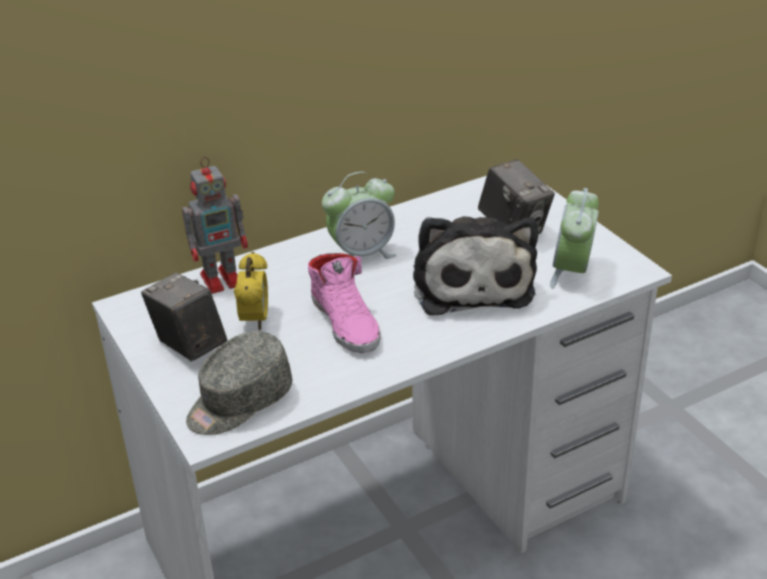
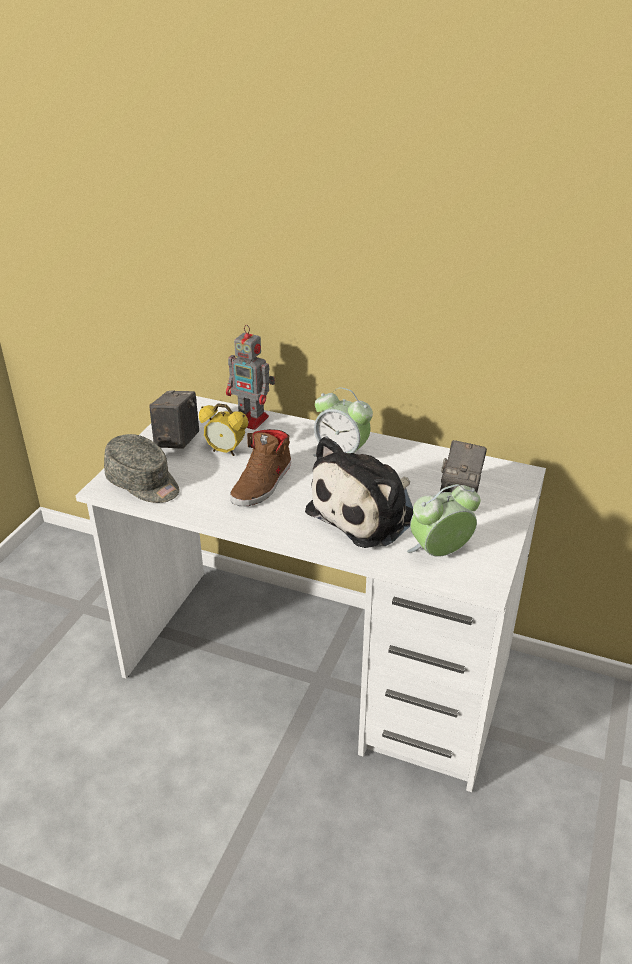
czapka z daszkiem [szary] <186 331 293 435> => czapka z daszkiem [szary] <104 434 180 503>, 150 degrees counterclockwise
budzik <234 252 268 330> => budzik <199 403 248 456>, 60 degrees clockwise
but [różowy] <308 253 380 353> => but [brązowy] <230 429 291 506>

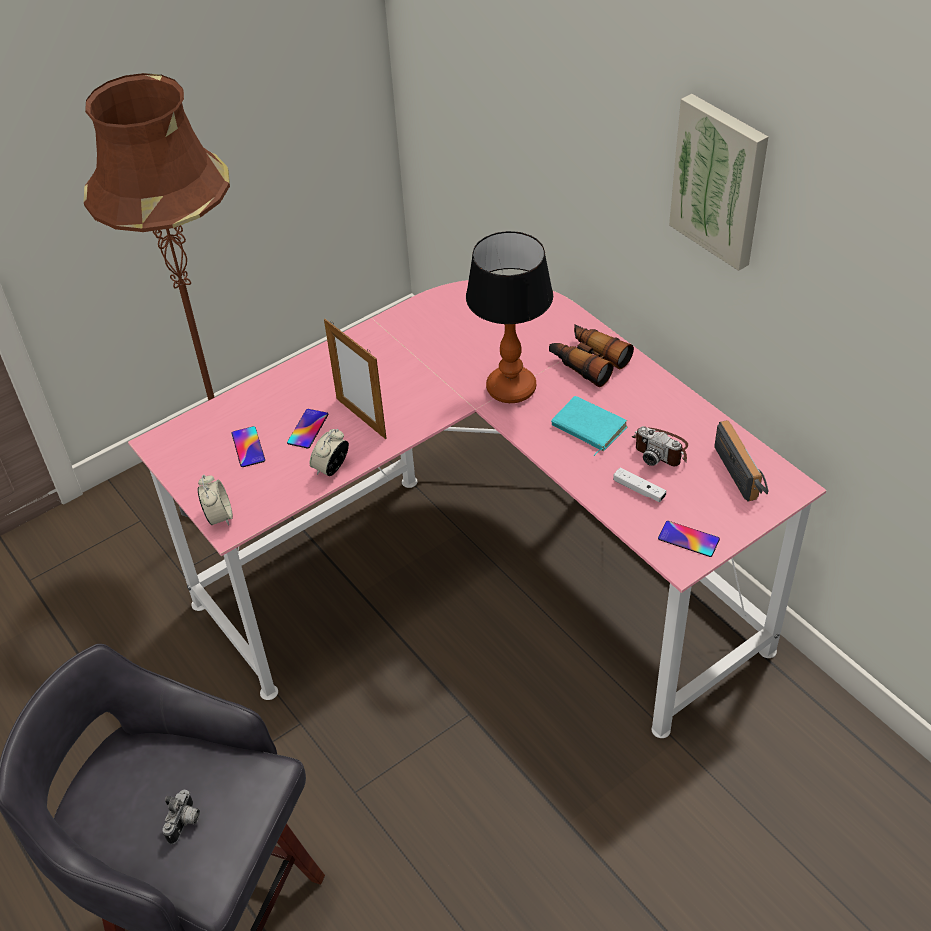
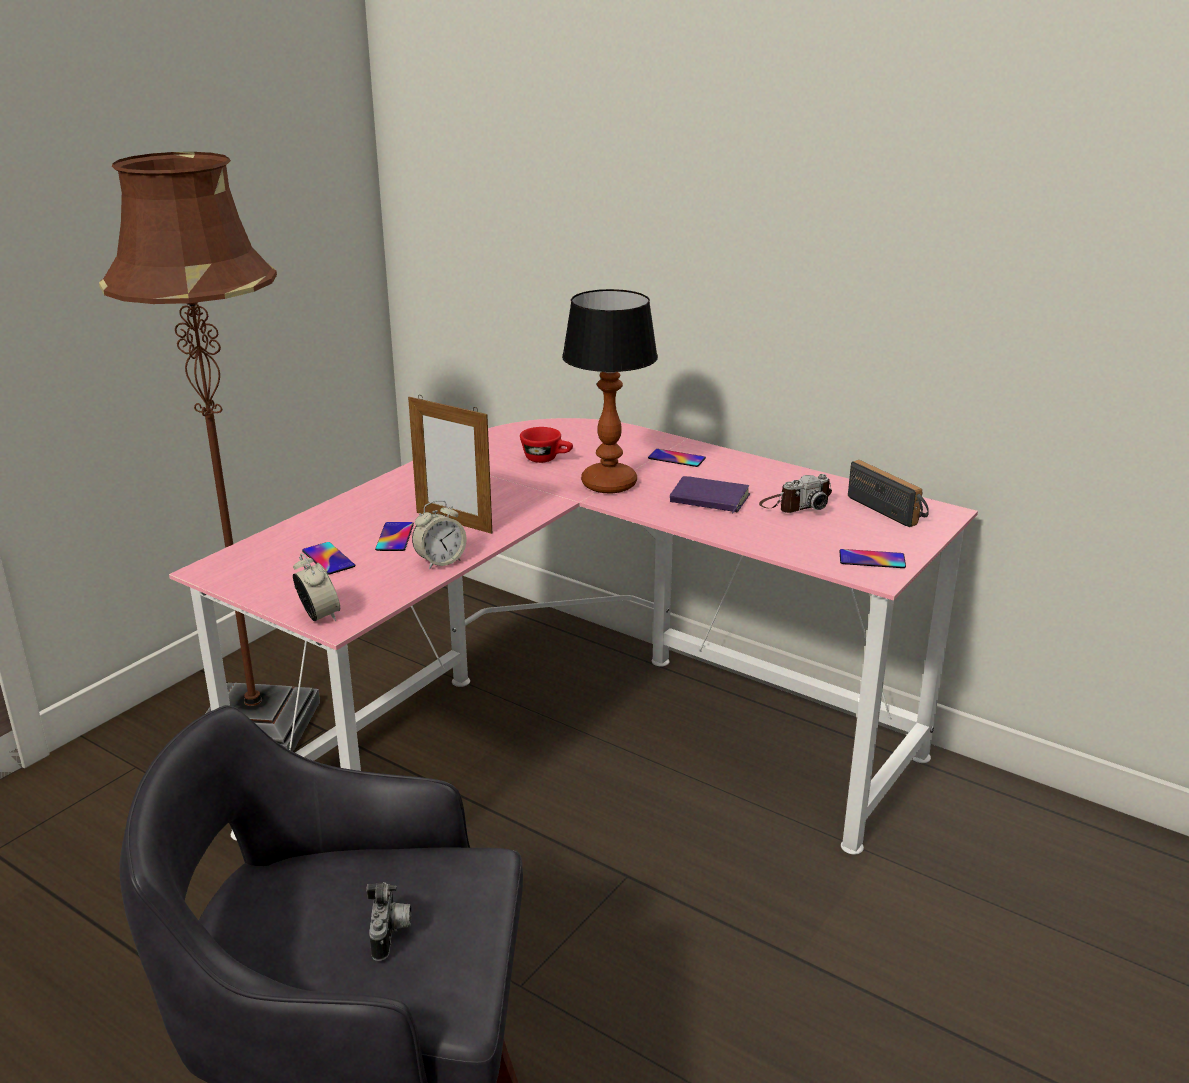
budzik <309 429 349 476> => budzik <412 500 467 570>, 135 degrees counterclockwise
nothing => filiżanka [czerwony] <520 427 573 463>
lornetka <549 324 634 387> => telefon <648 449 706 467>
książka [turkusowy] <551 396 628 456> => książka [fioletowy] <670 476 750 513>
aparat fotograficzny <631 426 688 466> => aparat fotograficzny <759 474 832 513>, 45 degrees counterclockwise
pad do gier [biały] <613 467 666 502> => nothing
obraz <669 94 768 271> => nothing

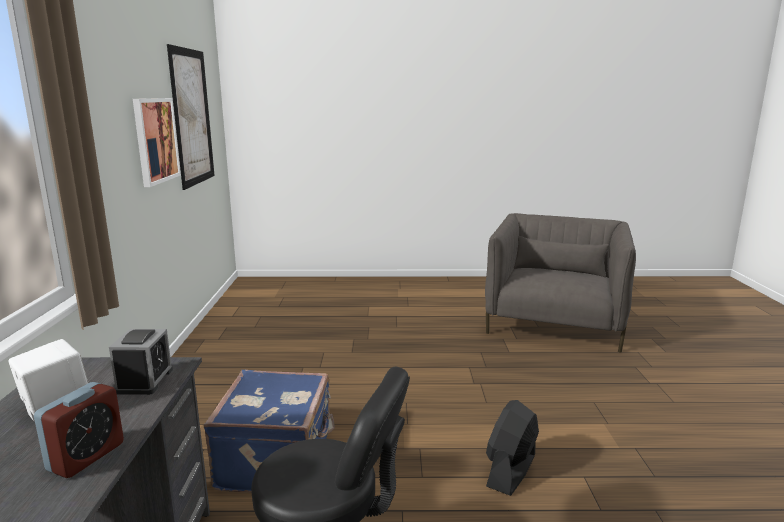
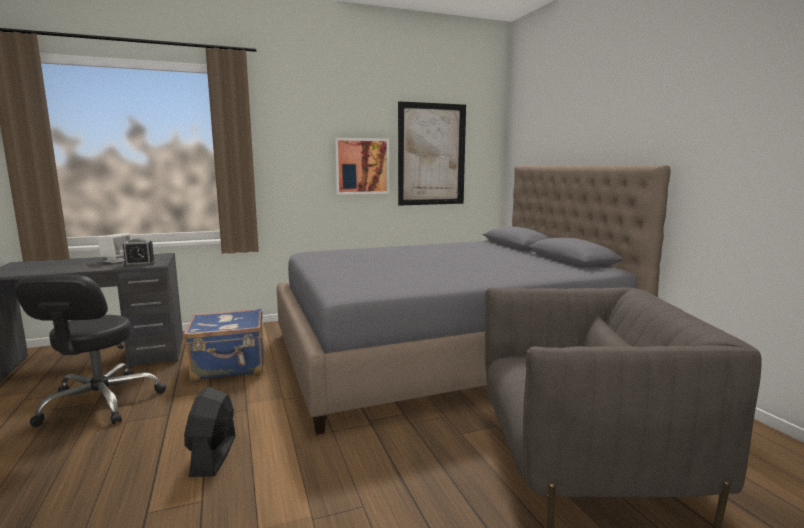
wentylator [czarny] <486 400 539 496> => wentylator [czarny] <184 387 235 477>, 105 degrees counterclockwise
nothing => łóżko [szary] <277 165 671 434>
budzik <34 382 124 478> => nothing

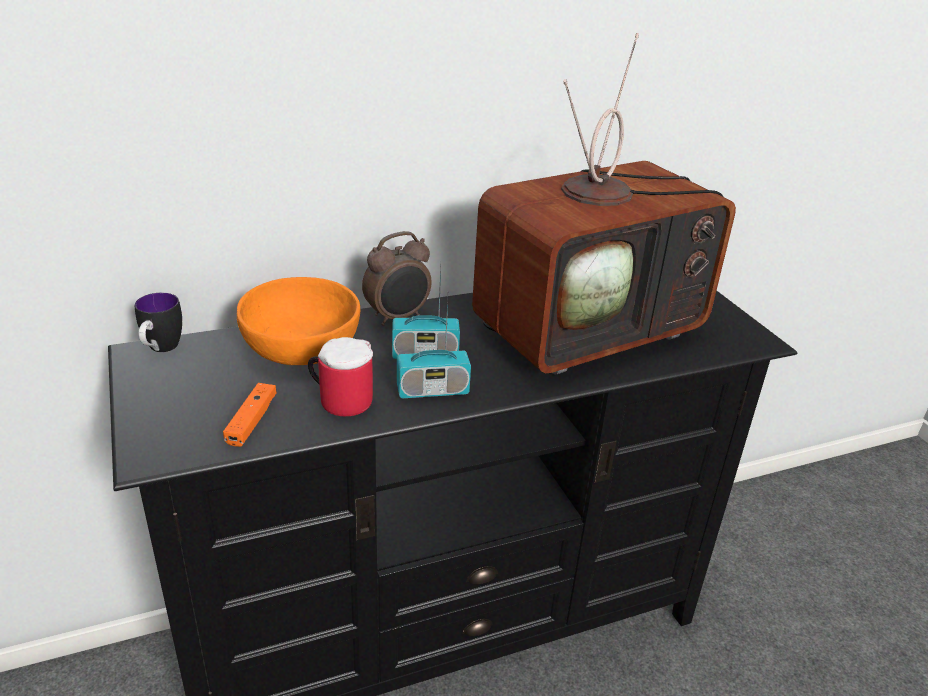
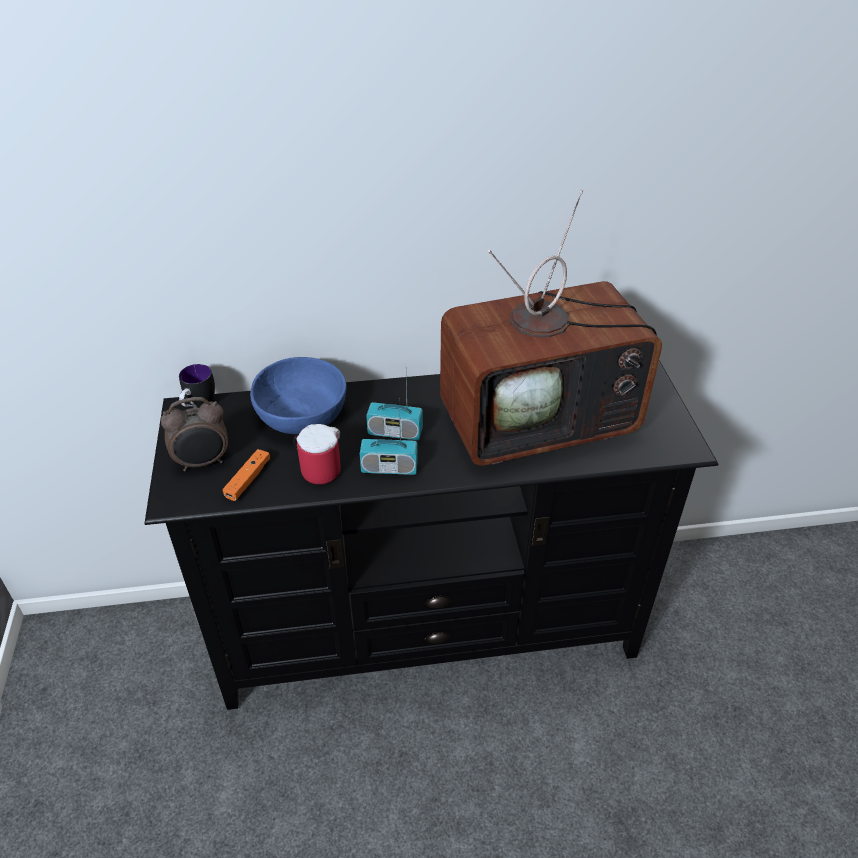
budzik <362 231 432 326> => budzik <161 397 228 471>, relocated
miska [pomarańczowy] <237 277 361 365> => miska [niebieski] <250 357 347 434>

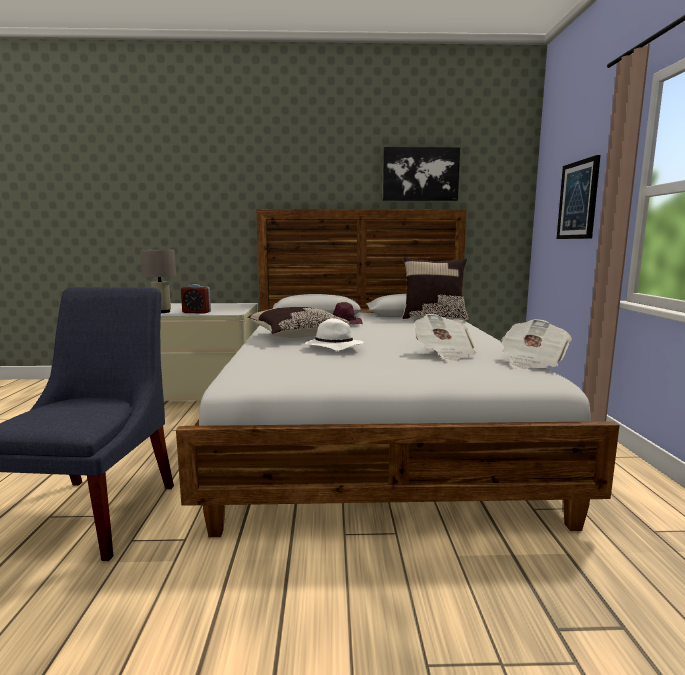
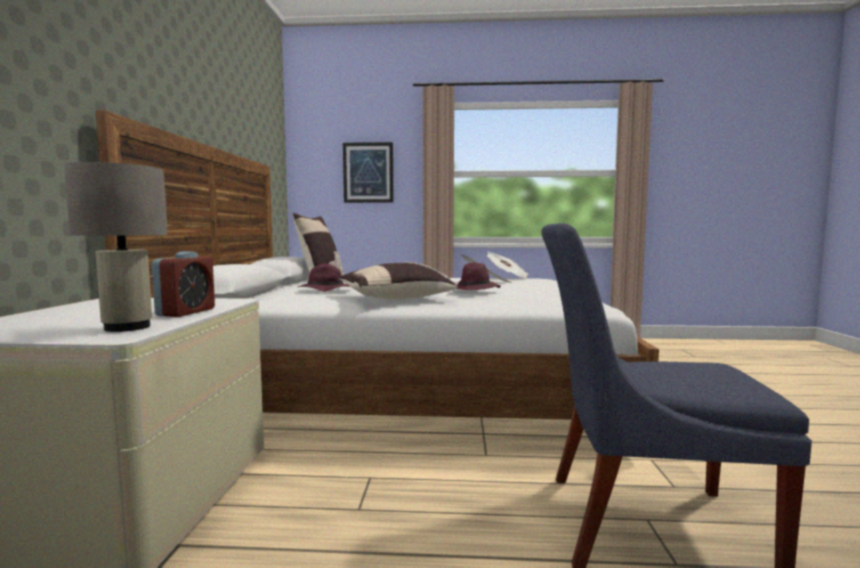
kapelusz [biały] <305 318 363 351> => kapelusz [fioletowy] <456 262 501 290>
obraz <383 147 460 201> => nothing

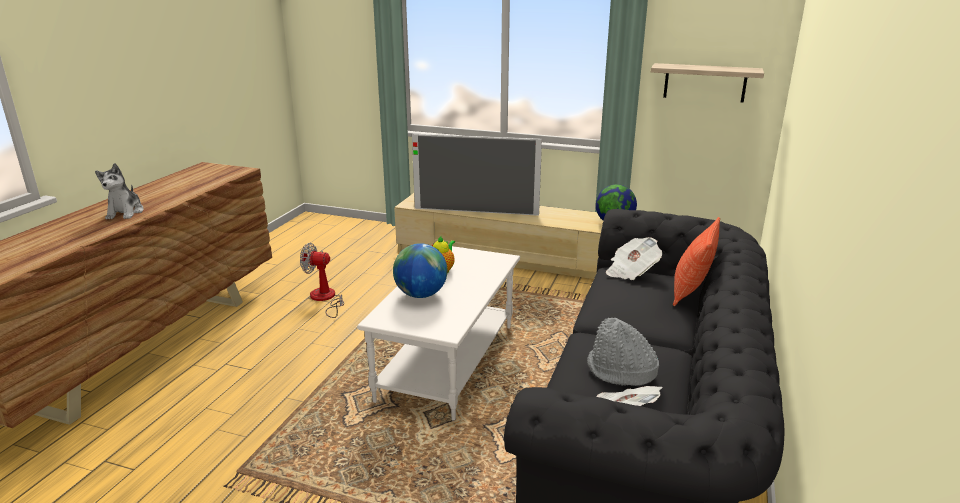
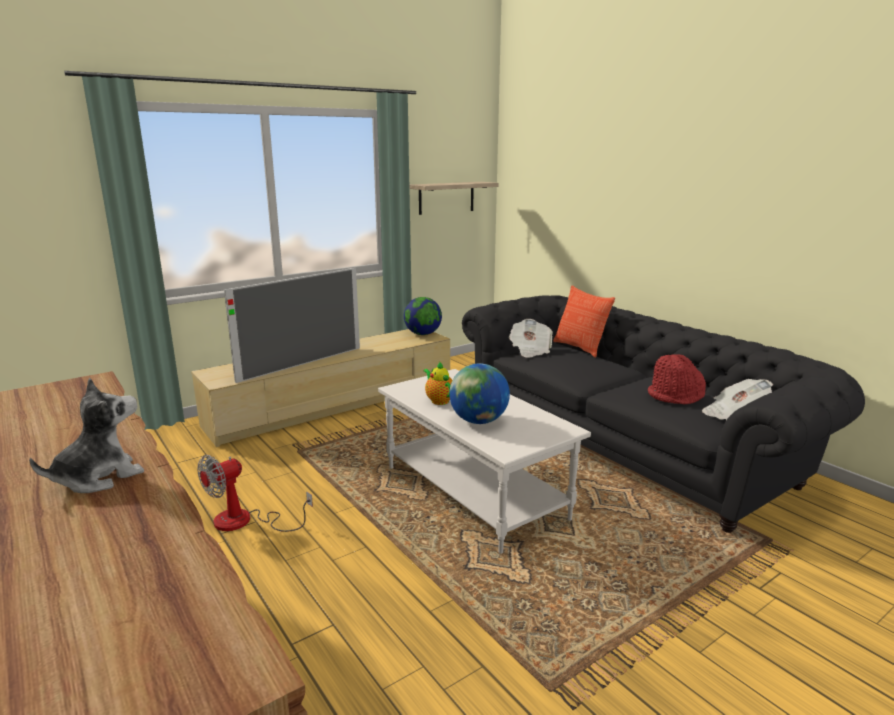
pluszak <95 163 144 219> => pluszak <29 378 144 493>, 75 degrees counterclockwise
kapelusz [szary] <587 317 659 386> => kapelusz [czerwony] <648 354 706 404>

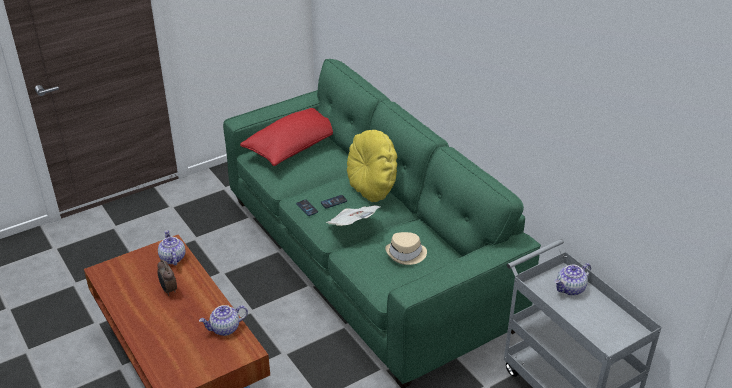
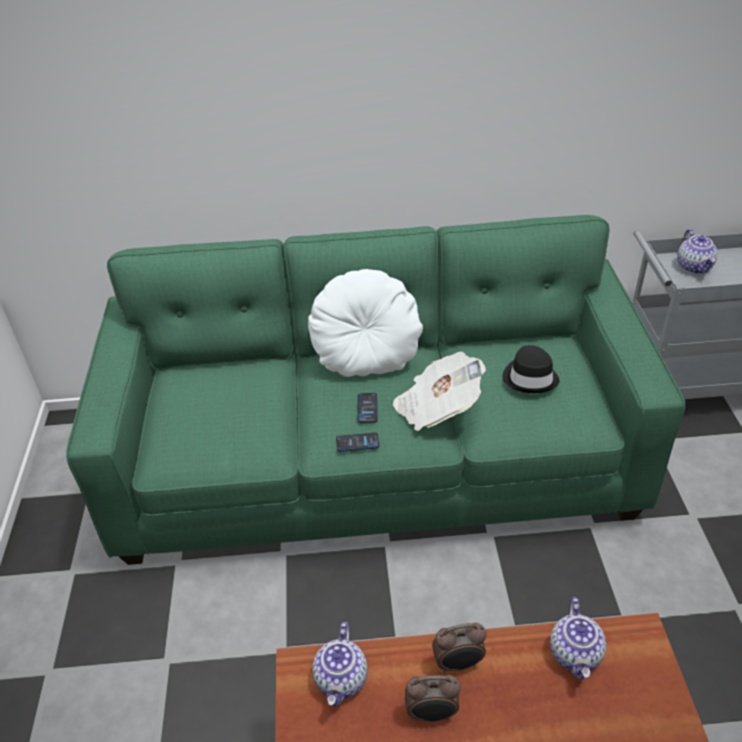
poduszka [żółty] <347 130 397 202> => poduszka [biały] <308 269 423 377>
imbryk <158 230 185 265> => imbryk <312 622 367 706>, 90 degrees counterclockwise
nothing => budzik <432 623 487 673>
kapelusz [beżowy] <385 232 427 265> => kapelusz [czarny] <502 345 559 393>
poduszka [czerwony] <240 108 333 166> => nothing

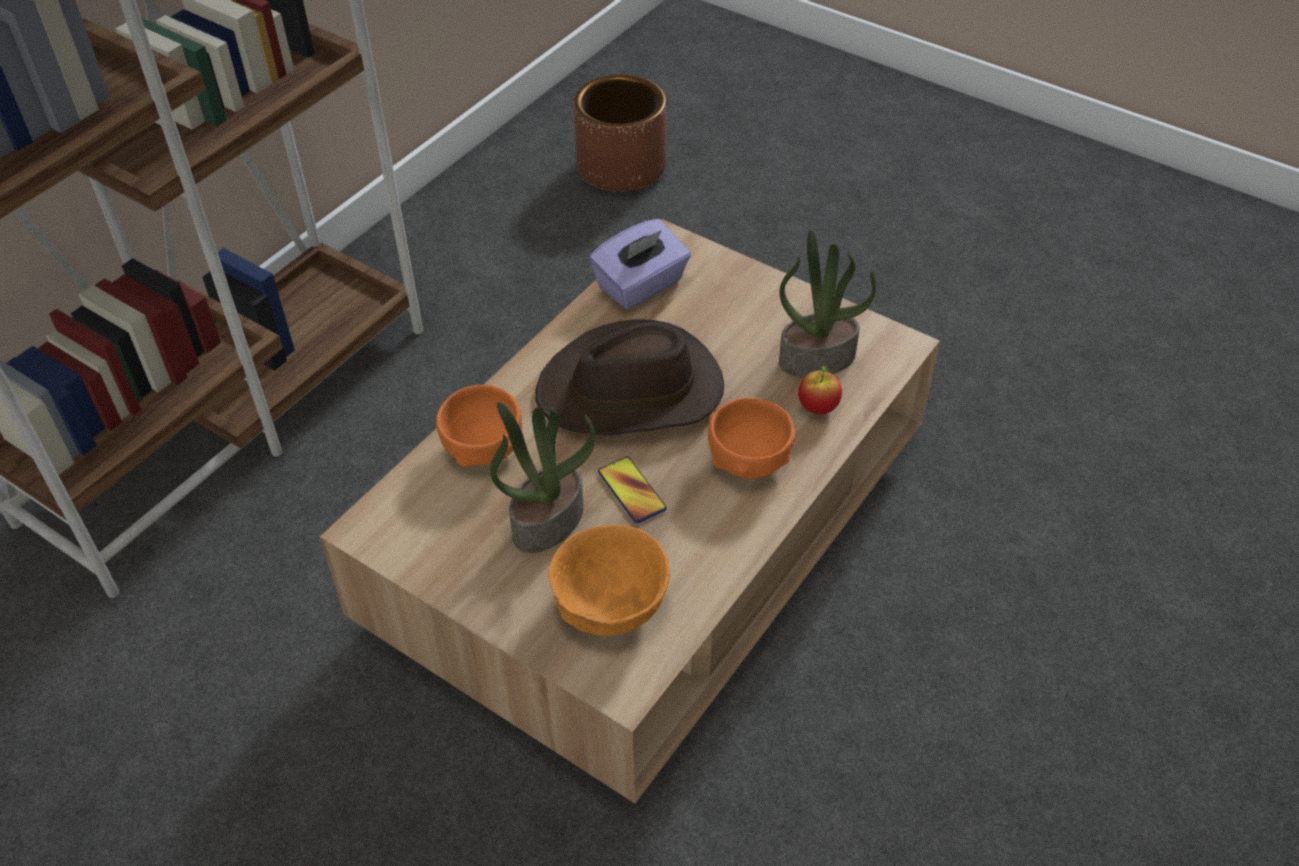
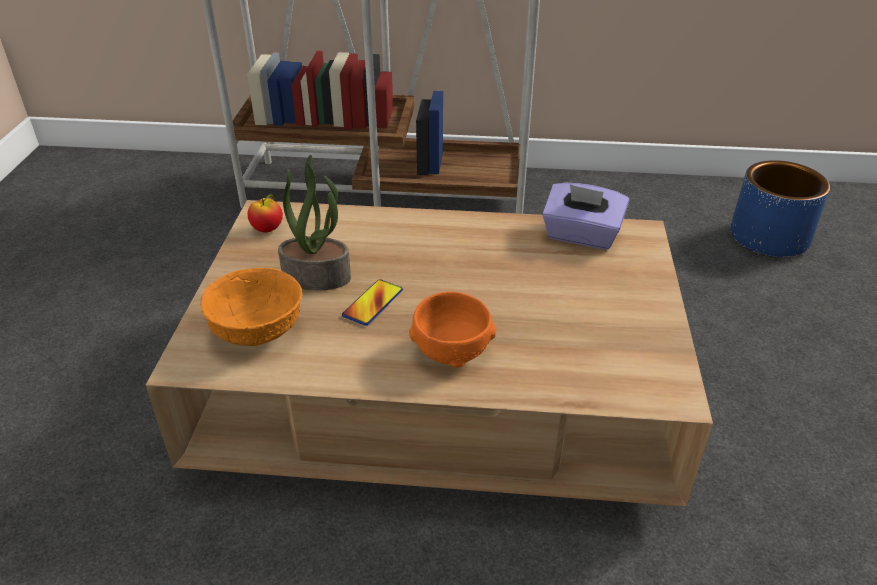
jabłko <798 364 842 414> => jabłko <248 194 283 233>, relocated
donica [brązowy] <574 74 667 192> => donica [niebieski] <730 160 830 258>
miska [pomarańczowy] <436 385 524 467> => nothing
kapelusz [brązowy] <536 319 724 435> => nothing
roślina doniczkowa <779 230 876 378> => nothing

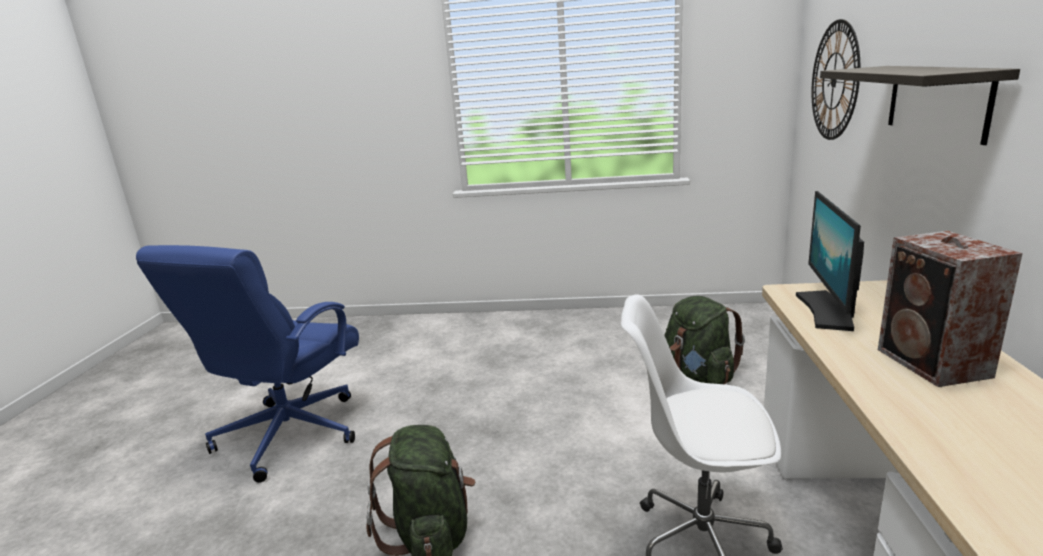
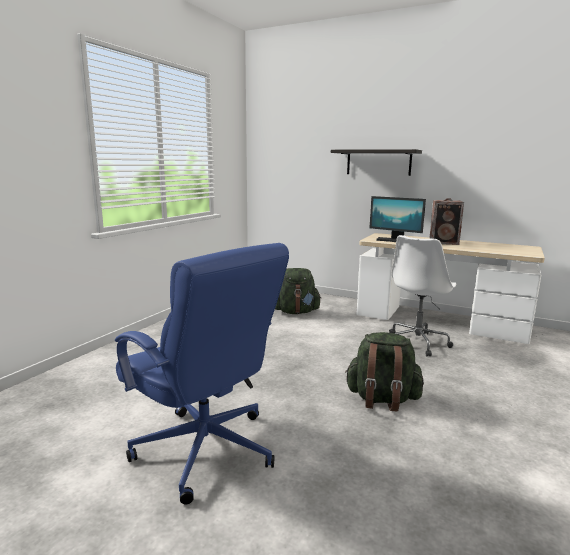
zegar ścienny <812 19 860 140> => nothing

